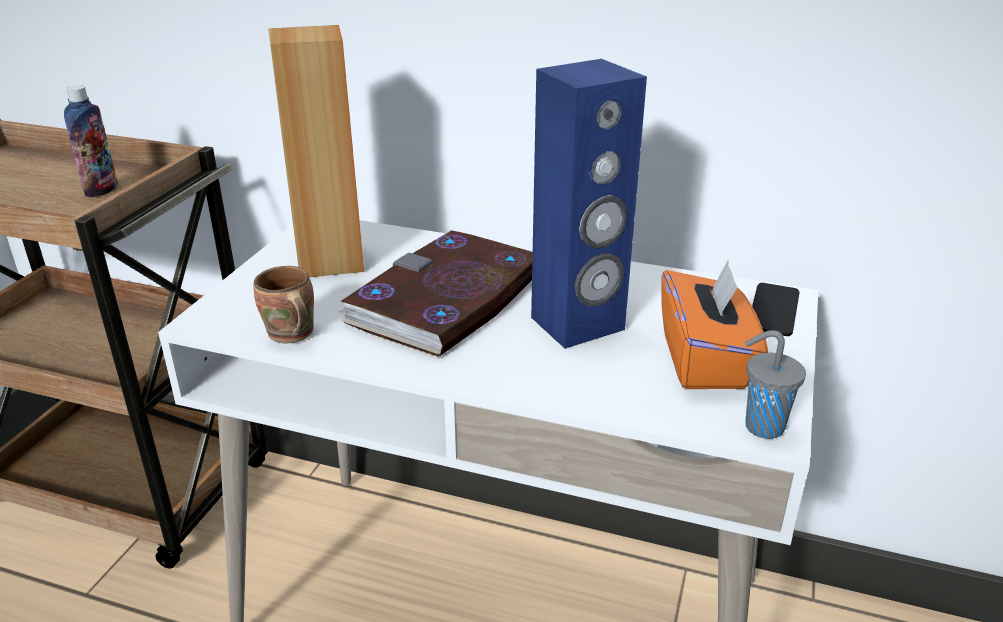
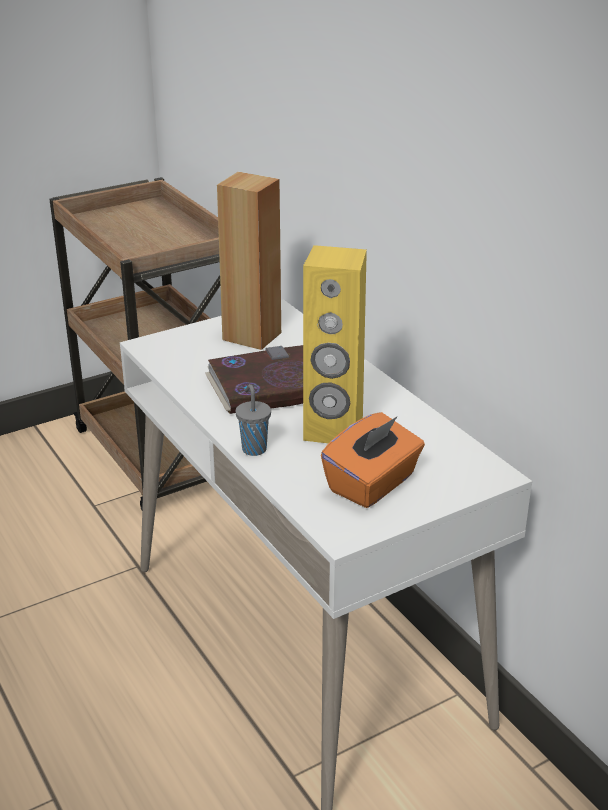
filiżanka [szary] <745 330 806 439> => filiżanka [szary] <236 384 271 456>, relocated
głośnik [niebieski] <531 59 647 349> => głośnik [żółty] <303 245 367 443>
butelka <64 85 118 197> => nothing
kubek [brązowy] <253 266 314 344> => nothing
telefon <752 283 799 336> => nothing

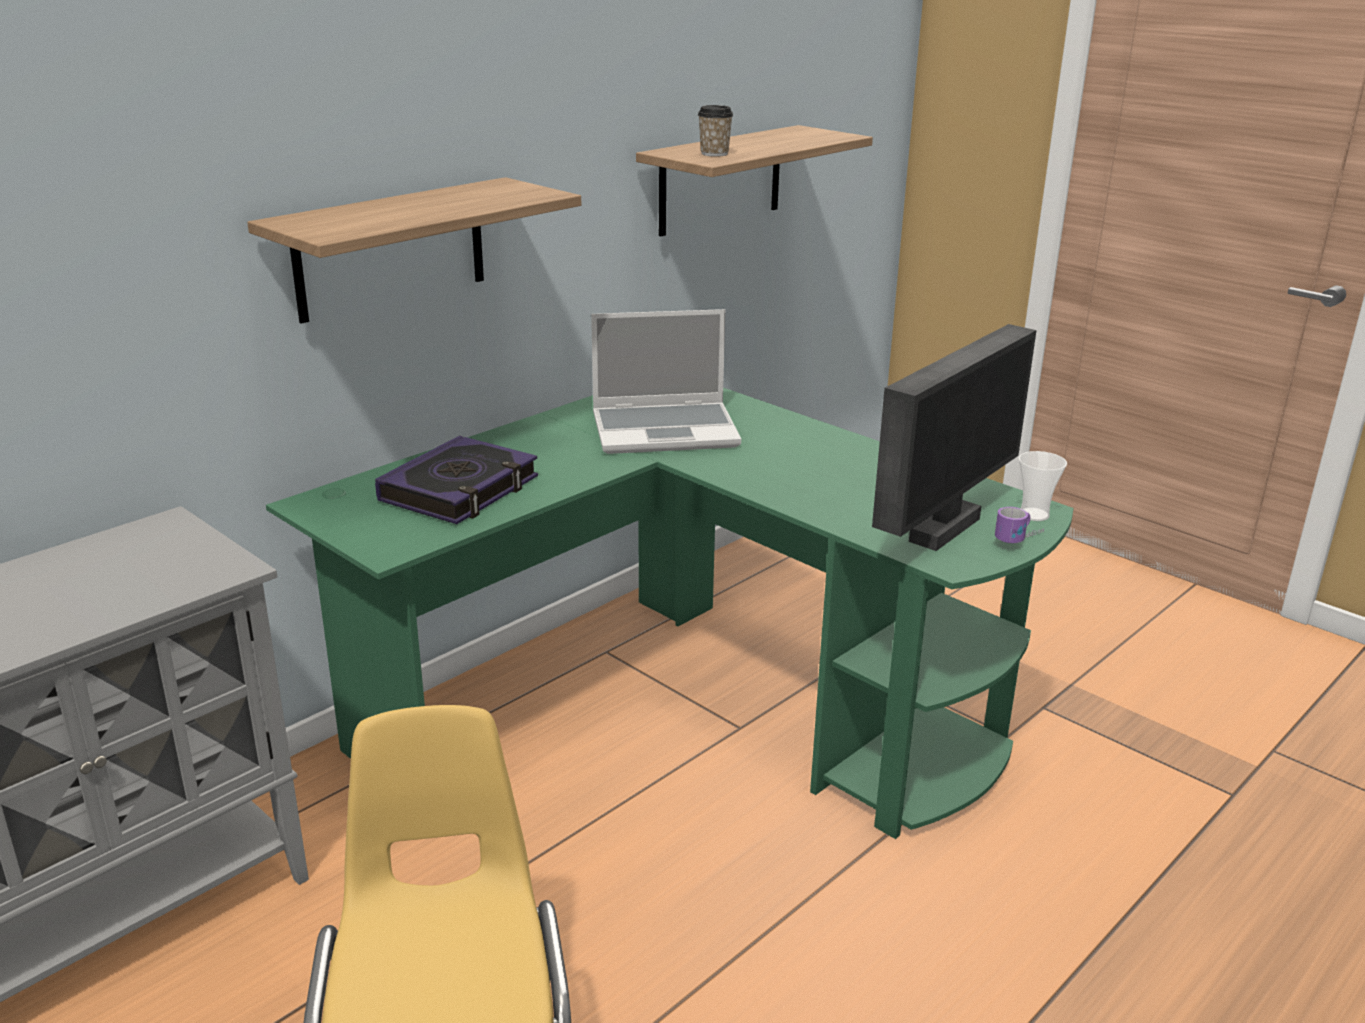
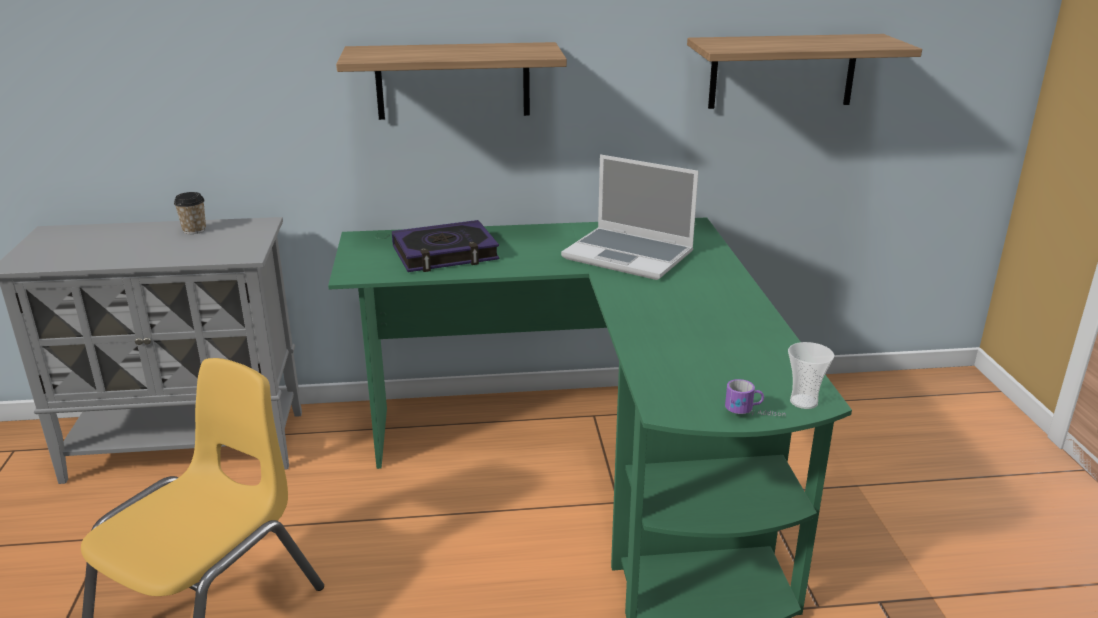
filiżanka <698 105 733 157> => filiżanka <174 192 206 234>, relocated
monitor <872 324 1037 551> => nothing

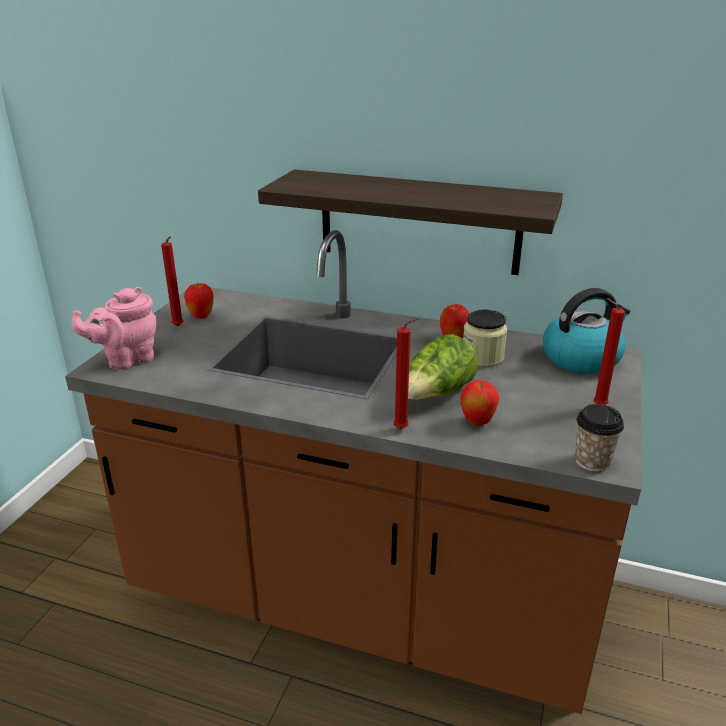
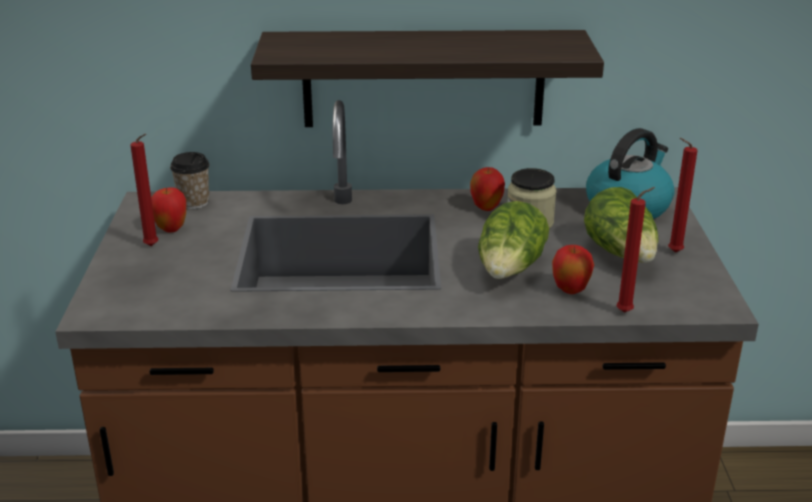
filiżanka <575 404 624 472> => filiżanka <170 152 210 209>, relocated
nothing => sałata <584 187 658 263>
świeca [czerwony] <393 319 418 429> => świeca [czerwony] <617 187 655 313>, relocated
imbryk [różowy] <72 287 156 370> => nothing

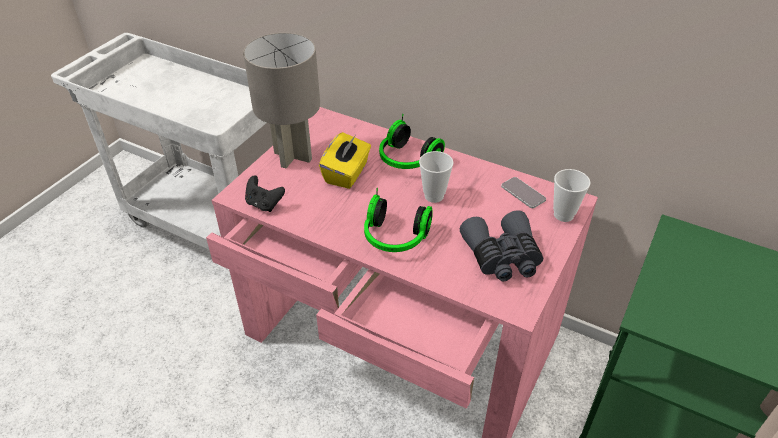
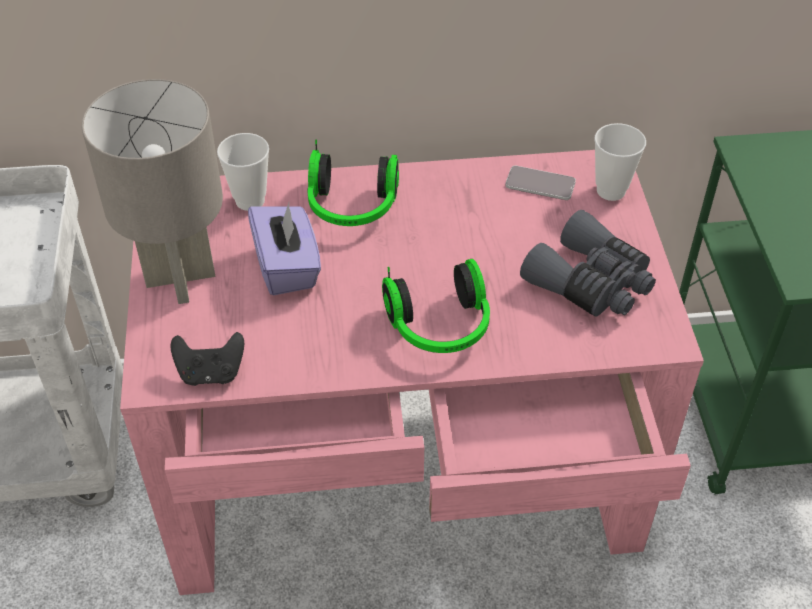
filiżanka <419 151 454 203> => filiżanka <217 133 269 211>, relocated
pudełko chusteczek [żółty] <319 132 371 189> => pudełko chusteczek [fioletowy] <248 203 321 296>

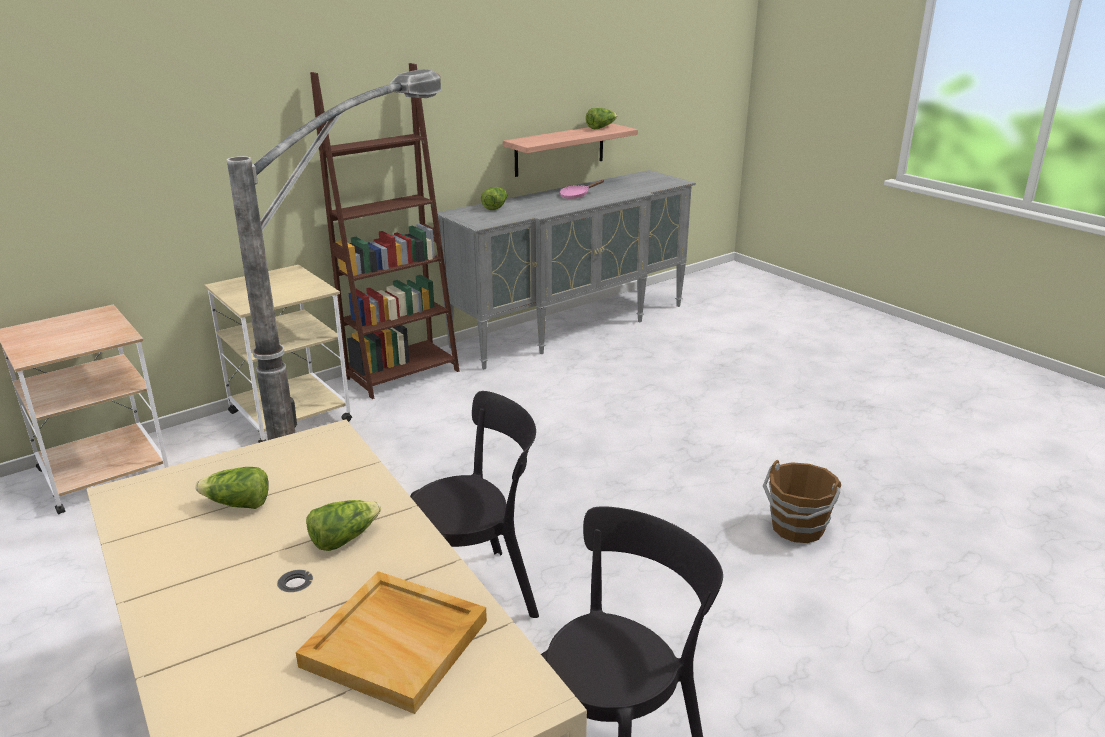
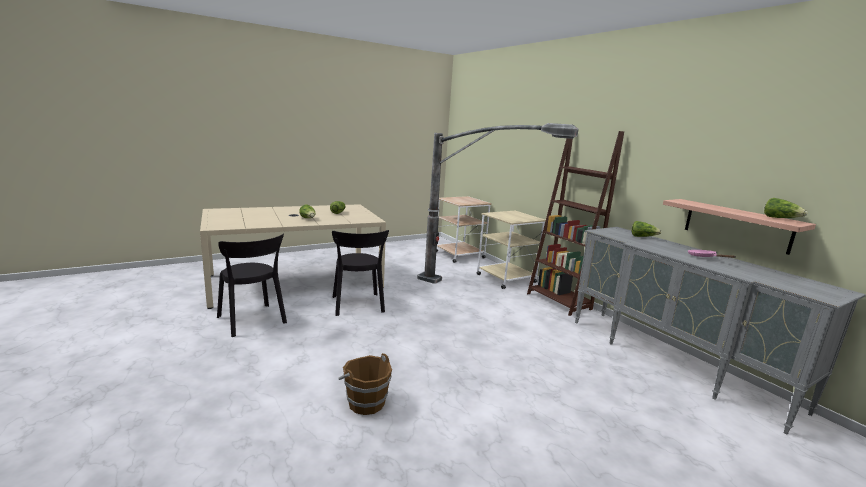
taca [beżowy] <296 571 487 714> => nothing

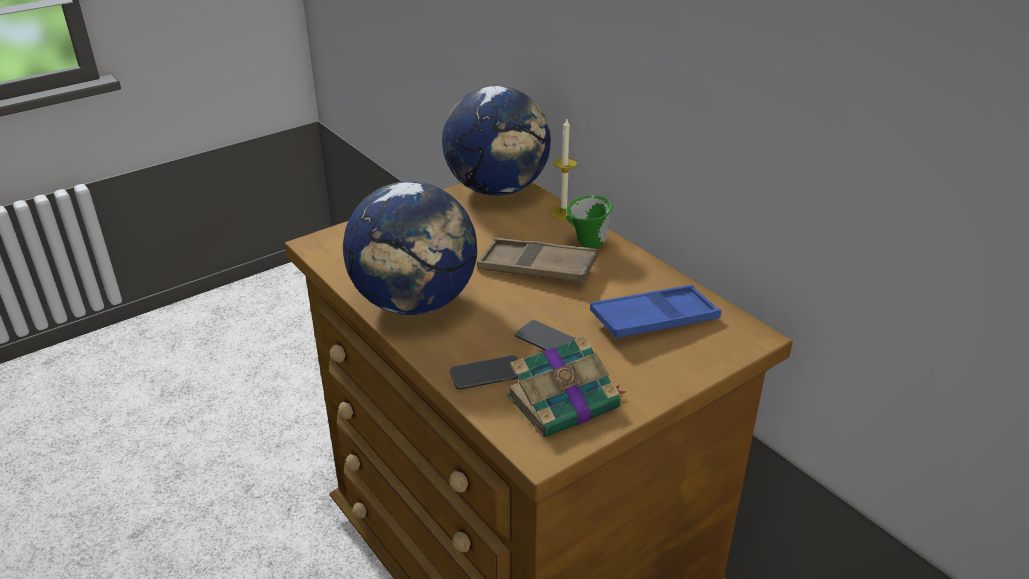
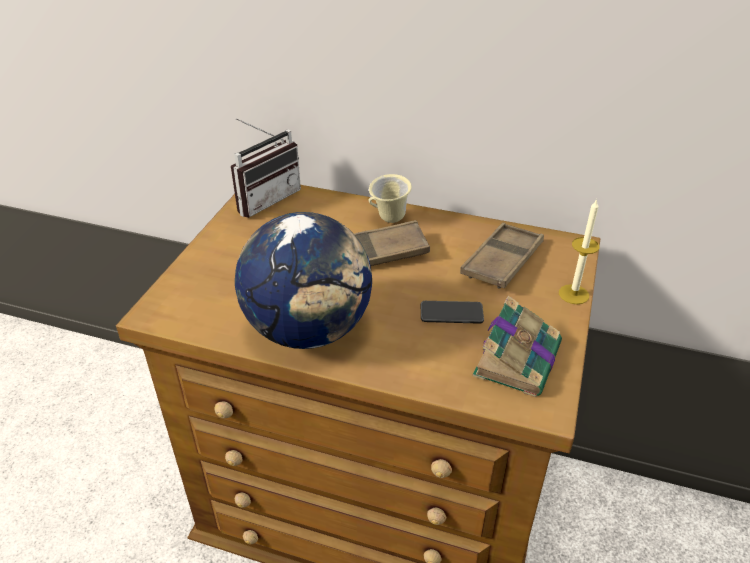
globus <442 86 551 196> => radio <231 118 301 218>
kubek [zielony] <566 195 613 248> => kubek [beżowy] <368 174 412 223>
taca [niebieski] <590 285 721 339> => taca [brązowy] <460 223 544 288>
świeca <550 119 577 220> => świeca <559 199 599 304>, relocated
telefon <450 355 518 390> => nothing

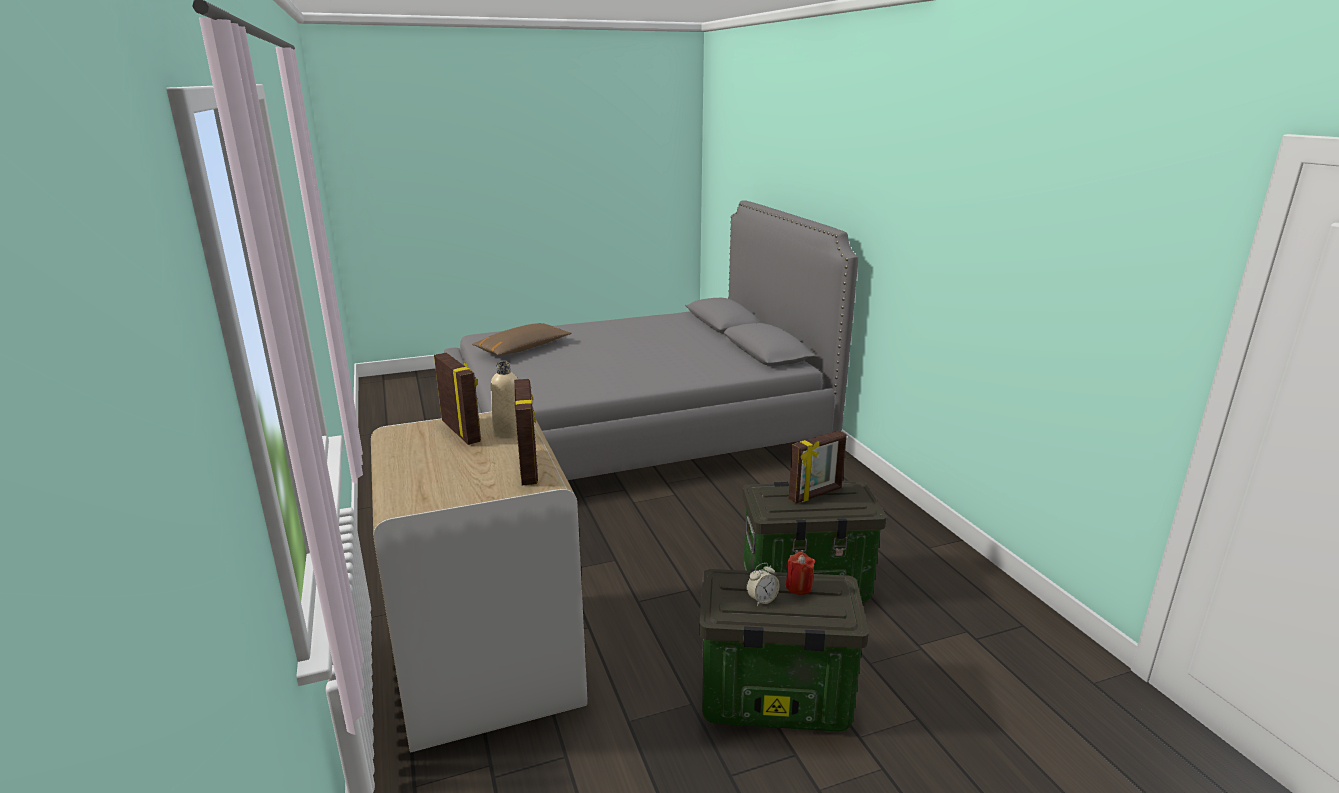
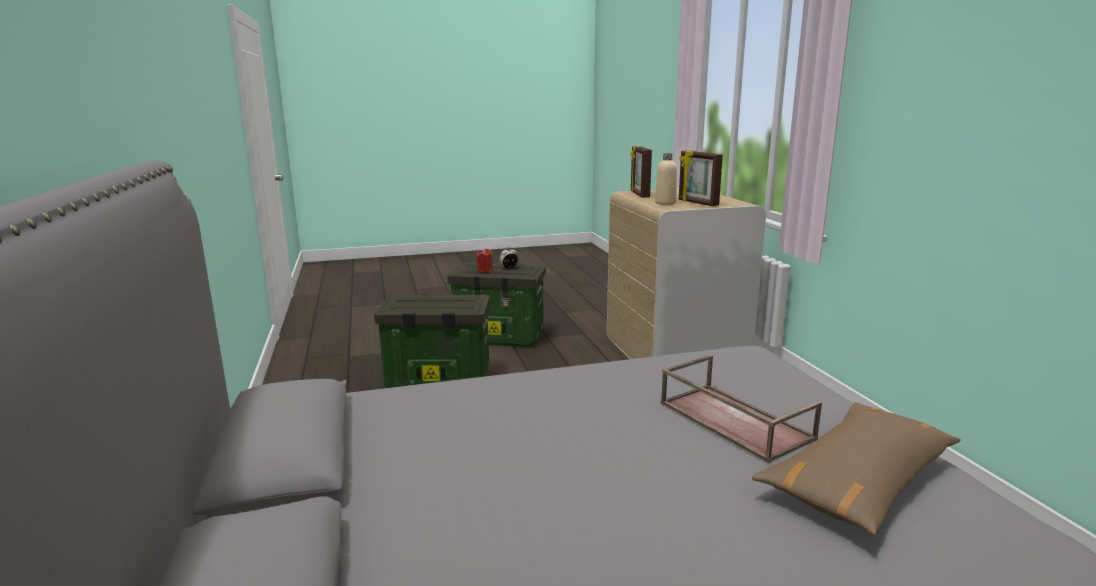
nothing => taca [brązowy] <661 355 822 463>
ramka na zdjęcie <788 431 847 504> => nothing

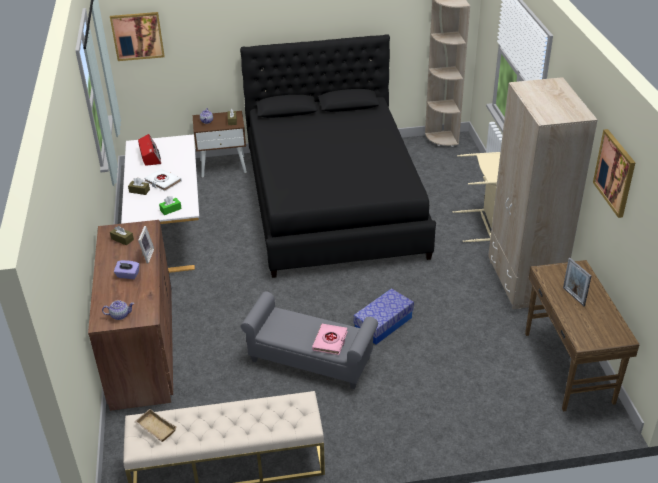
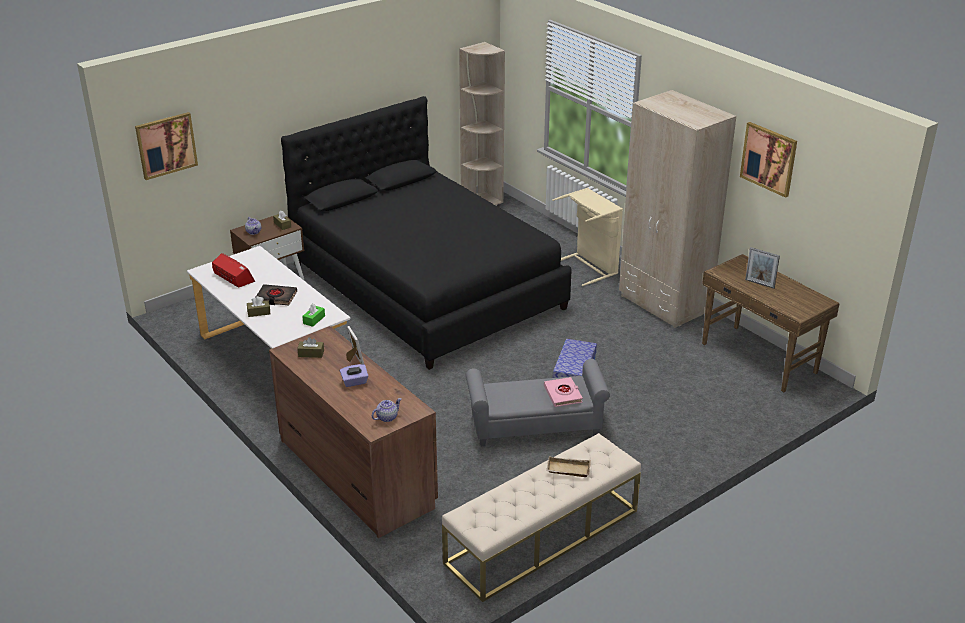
książka [biały] <144 168 182 192> => książka [czarny] <256 284 297 305>
taca [beżowy] <134 409 177 442> => taca [beżowy] <546 456 591 477>, relocated

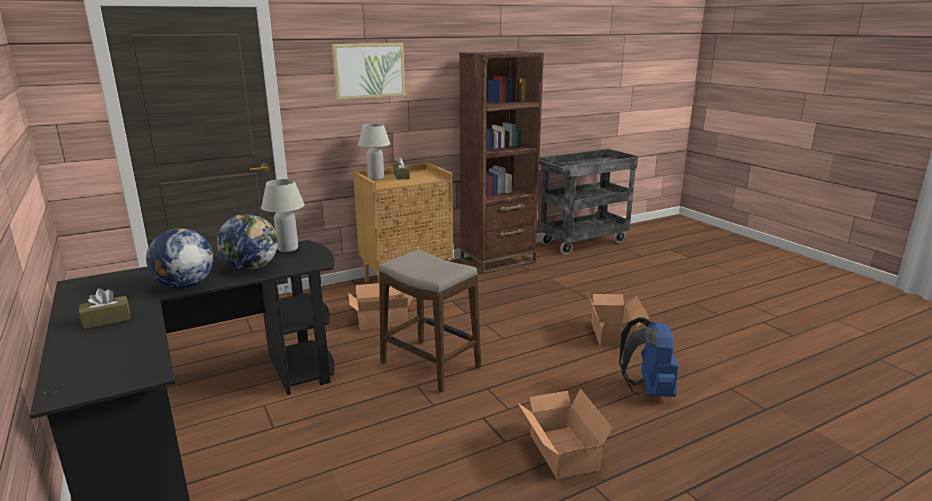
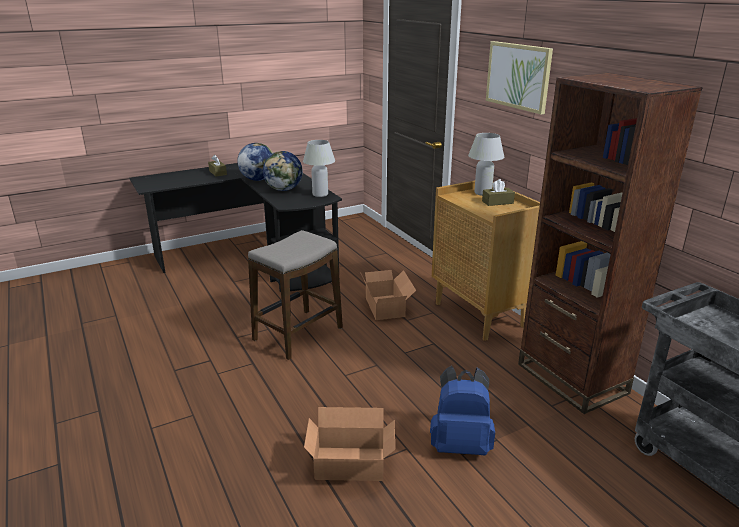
plecak [niebieski] <619 317 679 397> => plecak [niebieski] <430 366 495 455>, relocated
karton <518 389 612 479> => nothing

